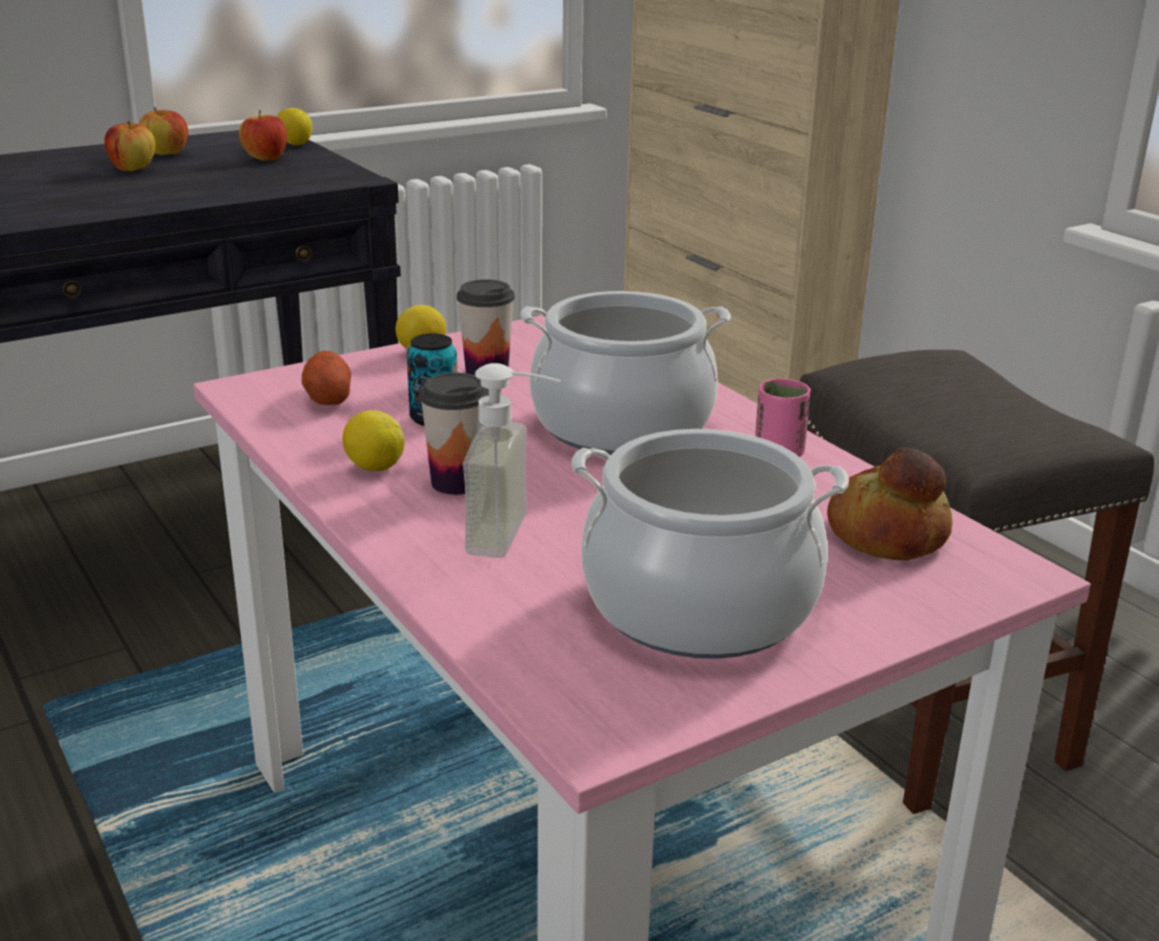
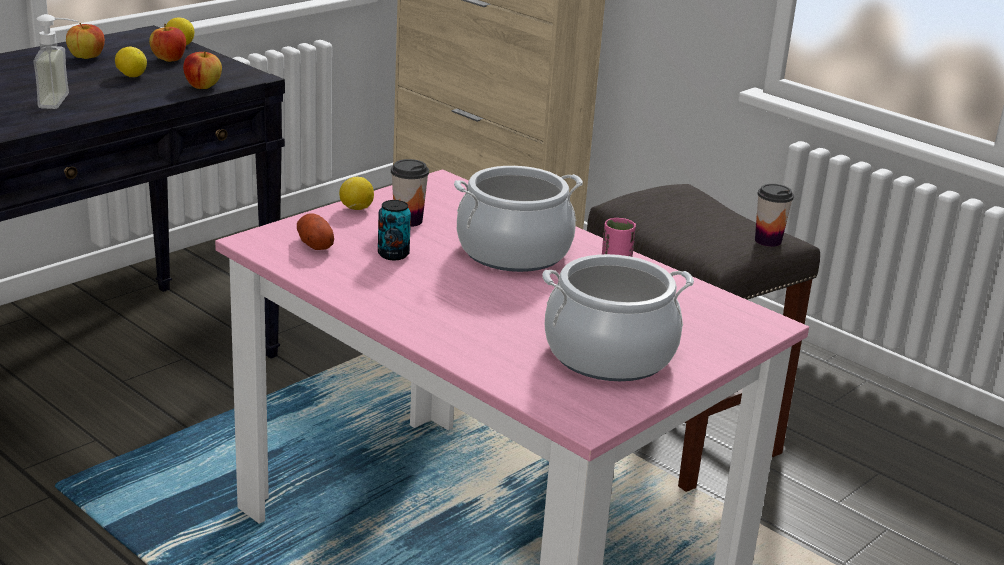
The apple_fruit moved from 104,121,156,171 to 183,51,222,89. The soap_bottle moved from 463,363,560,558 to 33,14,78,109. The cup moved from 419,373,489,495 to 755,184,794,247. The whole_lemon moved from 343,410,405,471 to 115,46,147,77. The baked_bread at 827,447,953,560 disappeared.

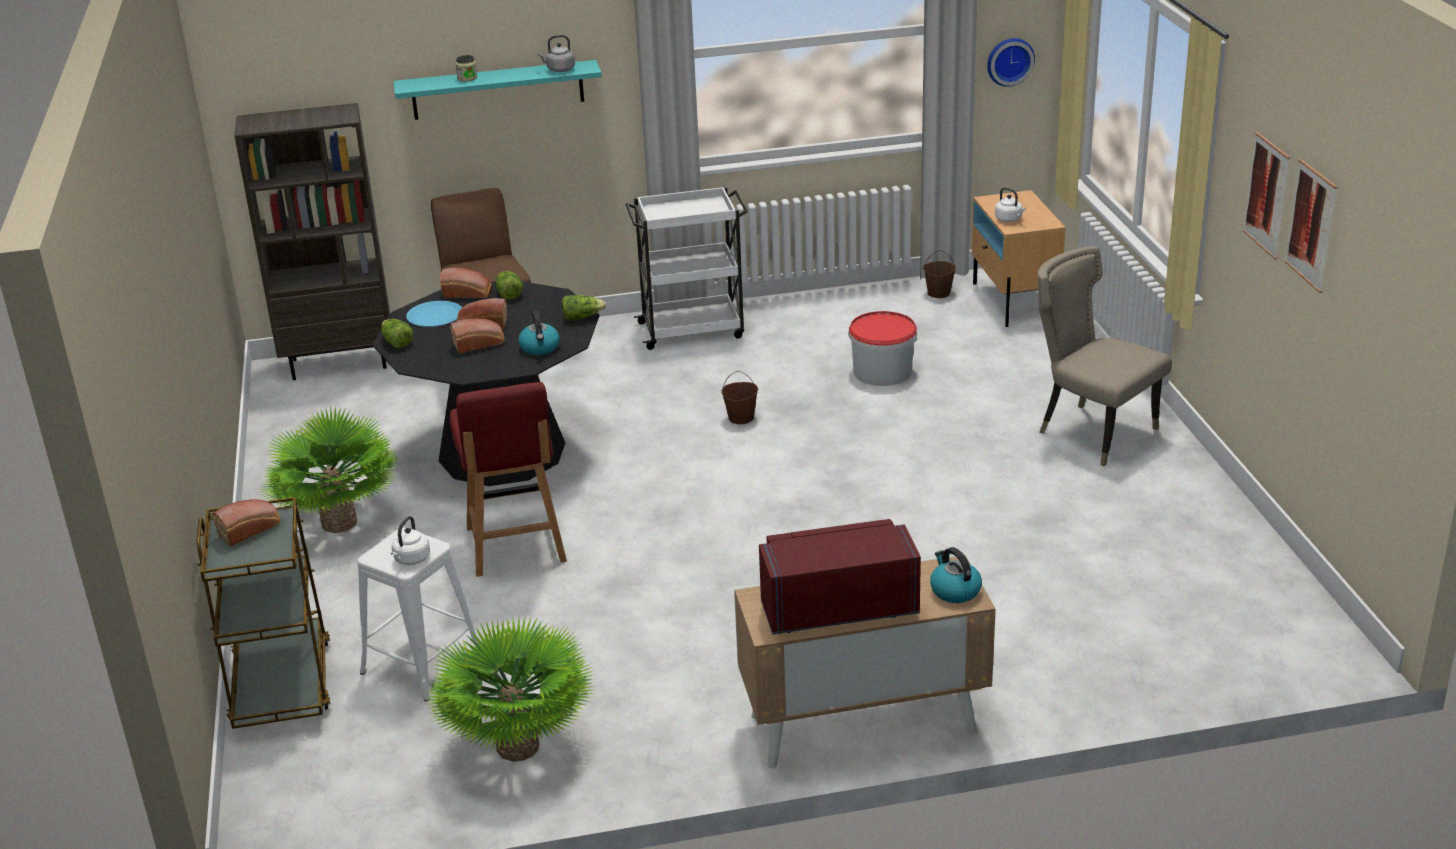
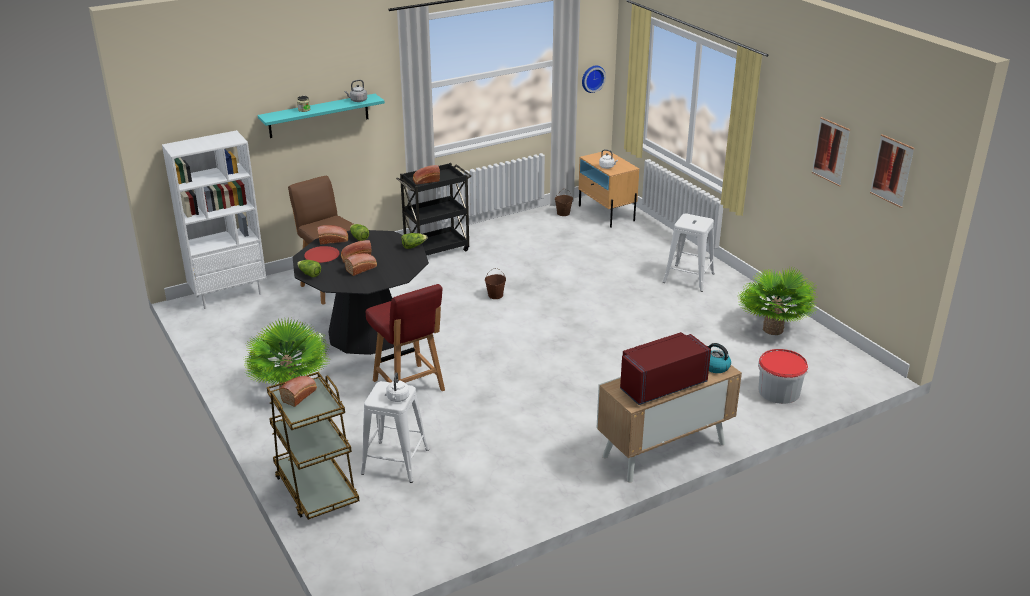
The brownish_bookcase at 234,103,390,380 became the white_bookcase at 162,130,266,309. The picture moved from 1243,132,1290,260 to 870,134,915,208. The white_wheeled_cart at 625,186,748,350 became the black-coloured_wheeled_cart at 396,163,471,256. The beige-coloured_chair at 1038,246,1172,466 was replaced by the white_sitting_stool at 663,214,715,292. The bluish_dinner_plate at 406,301,462,327 became the red_dinner_plate at 304,246,340,263. The water_kettle at 518,311,560,355 disappeared. The pail moved from 848,311,918,386 to 758,349,808,404. The houseplant moved from 424,616,597,762 to 739,266,817,335. The baked_bread at 413,165,440,184 appeared.

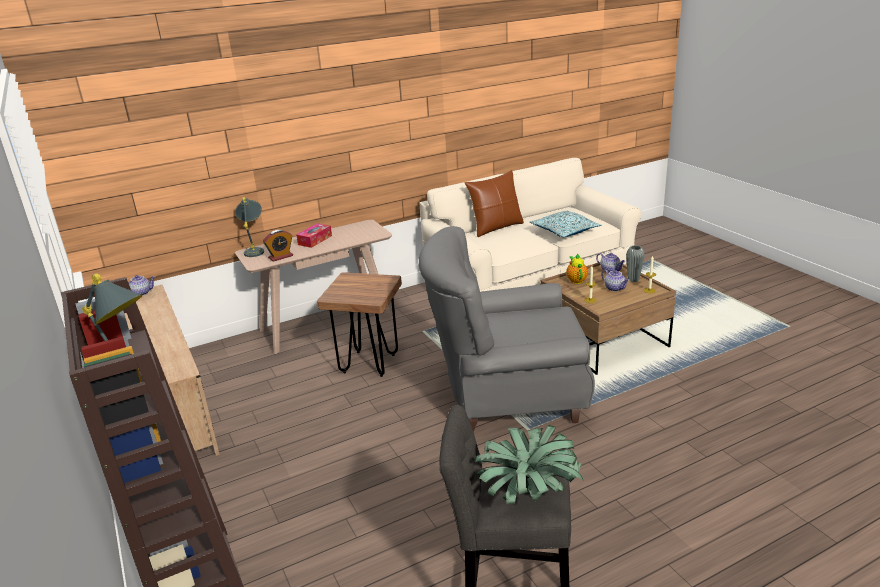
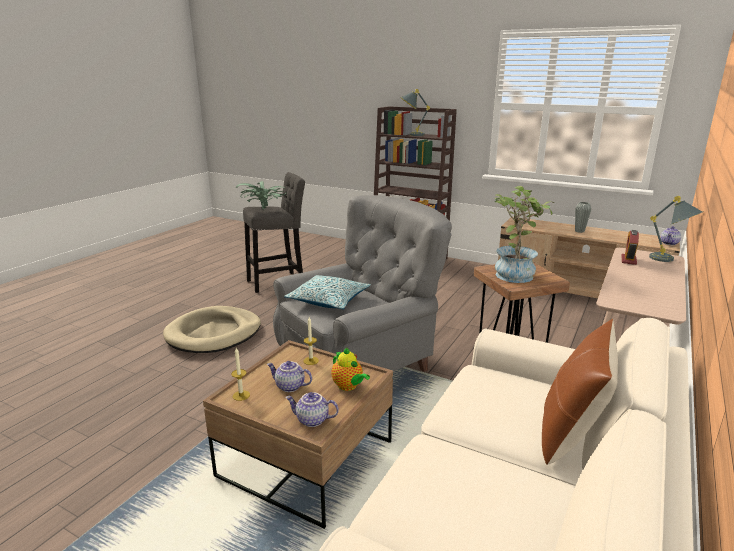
The throw_pillow moved from 530,211,602,237 to 284,275,371,310. The tissue_box at 296,223,332,248 disappeared. The grey_flower_vase moved from 626,246,645,282 to 575,202,591,233. The houseplant at 495,186,554,283 appeared. The beige-coloured_dog_bed at 163,306,261,353 appeared.

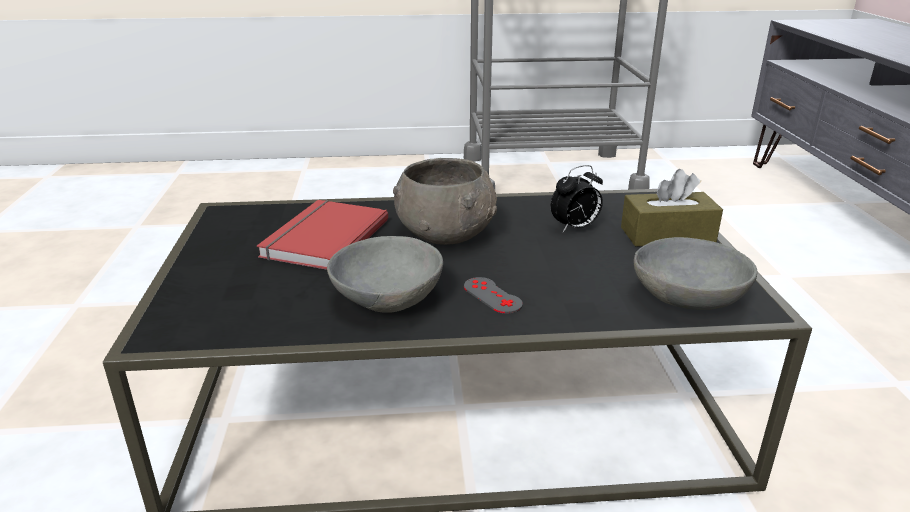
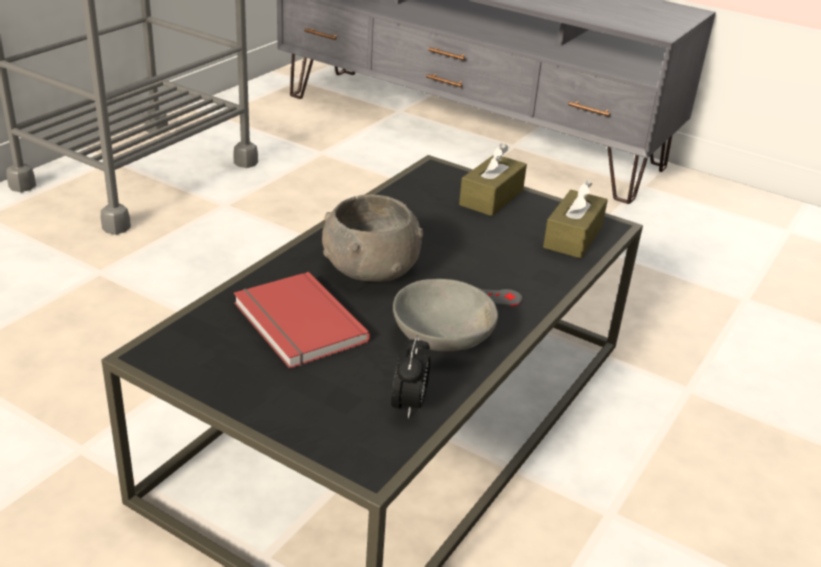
The bedside_clock moved from 551,165,603,232 to 391,334,430,419. The grey_serving_bowl at 634,237,757,310 was replaced by the brownish_tissue_box at 543,180,608,259.

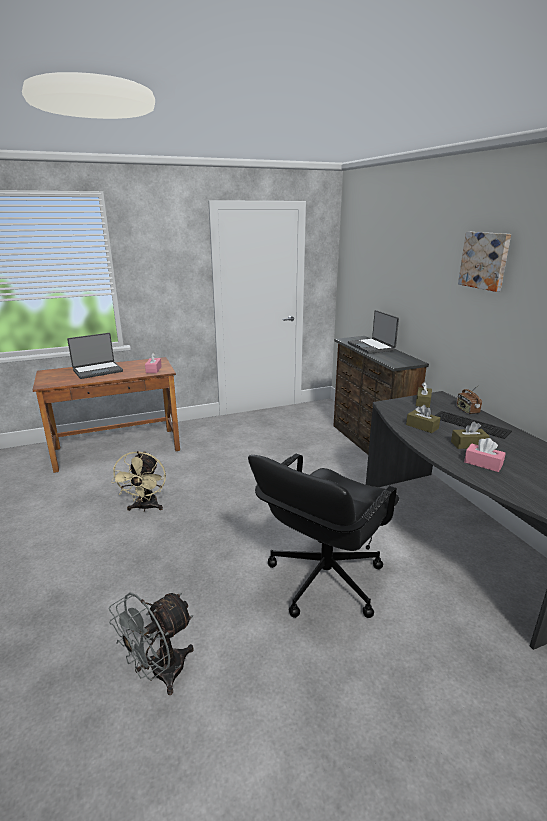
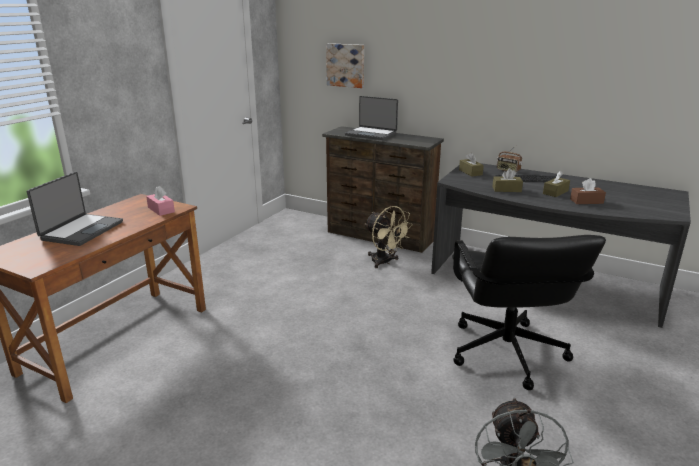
The picture moved from 458,232,511,292 to 326,43,364,88. The pink-coloured_tissue_box at 464,438,506,472 became the brownish_tissue_box at 570,178,606,204. The beige-coloured_fan moved from 111,451,166,512 to 365,206,413,268.

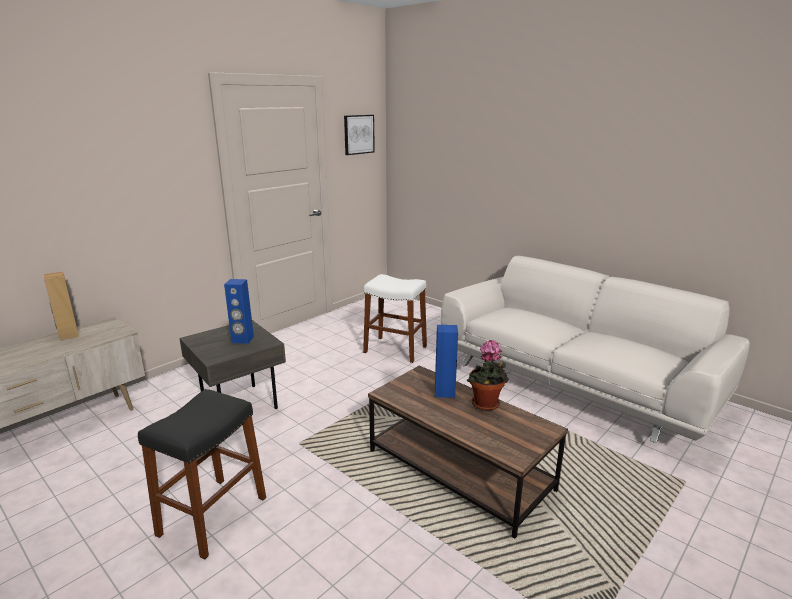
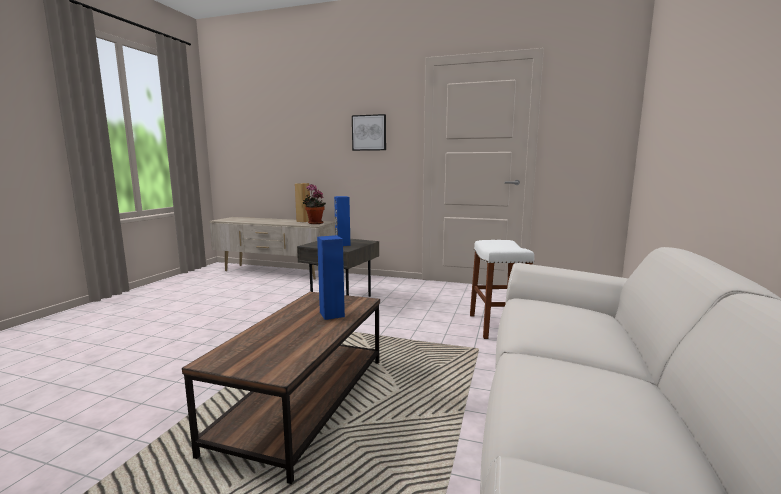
The picture moved from 344,115,375,155 to 352,114,386,151. The houseplant moved from 467,340,508,411 to 303,184,326,224. The black-coloured_sitting_stool at 138,389,266,559 disappeared.

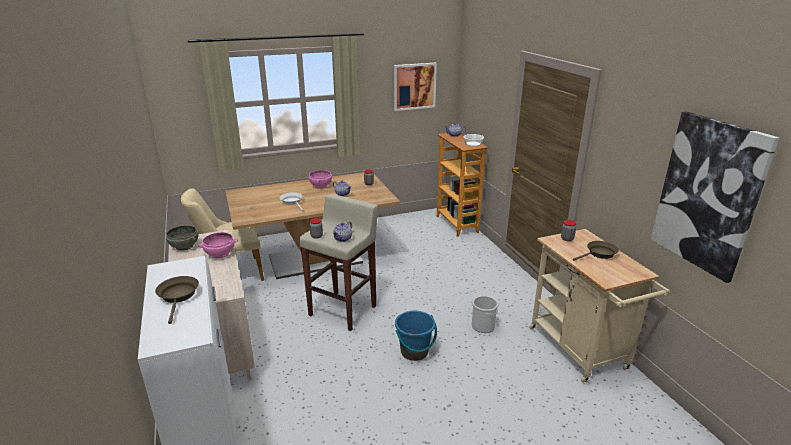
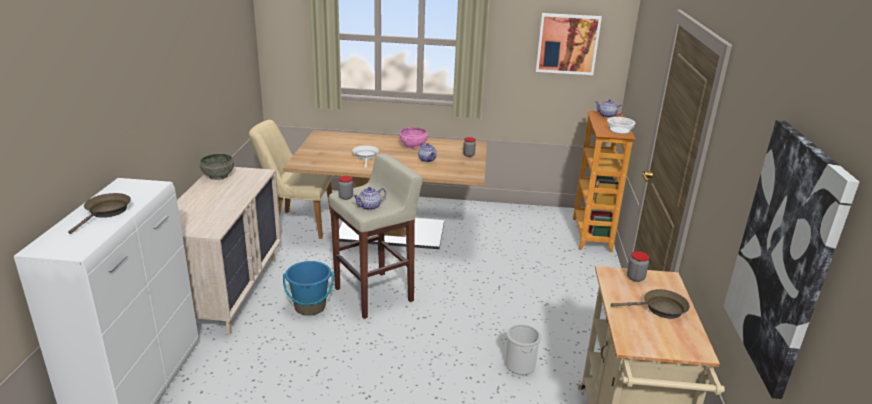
The pink-coloured_serving_bowl at 198,232,238,258 disappeared. The bluish_pail moved from 395,311,437,361 to 283,261,334,316.

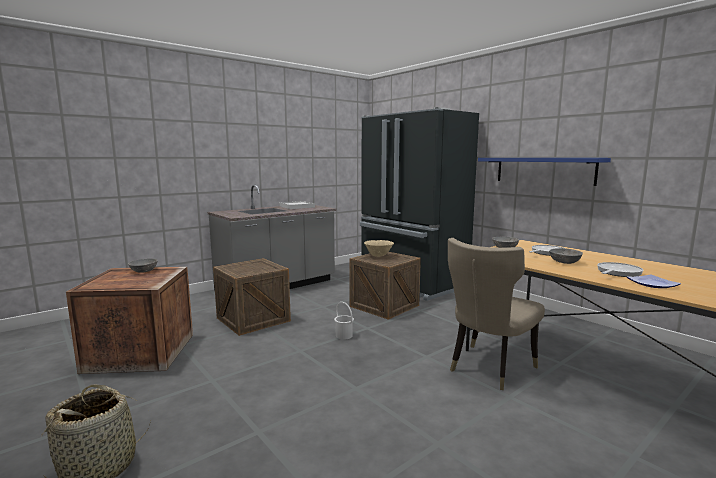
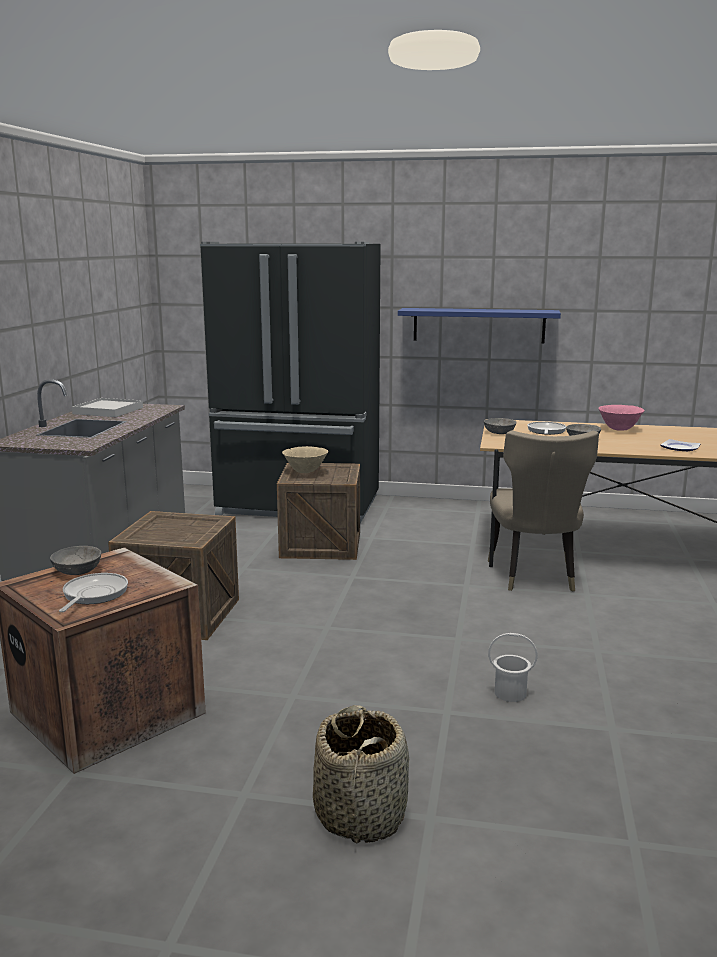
The skillet moved from 597,262,643,277 to 59,573,128,612. The white_pail moved from 334,302,354,340 to 488,633,538,702. The pink-coloured_serving_bowl at 598,405,645,431 appeared.

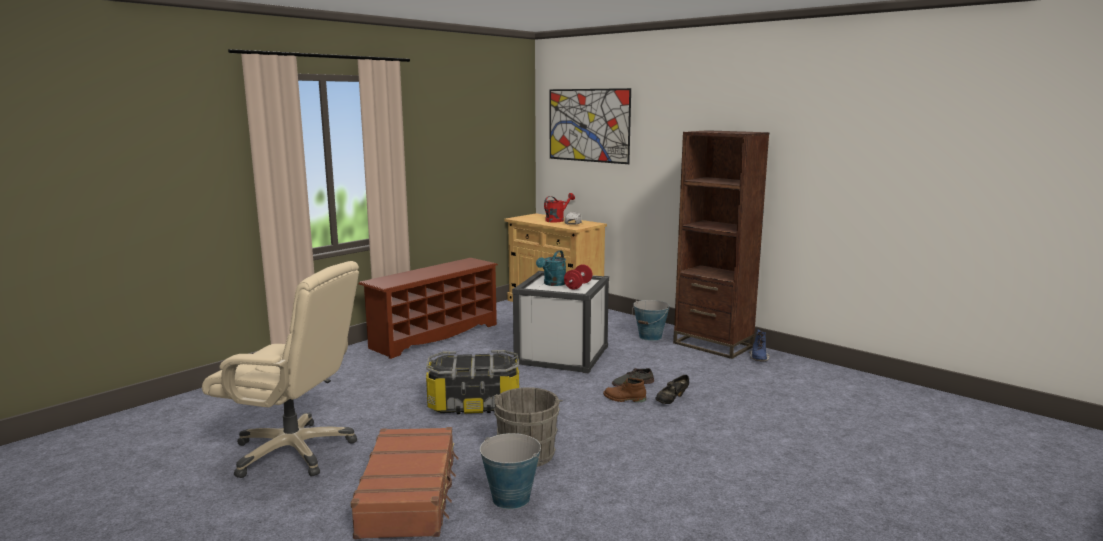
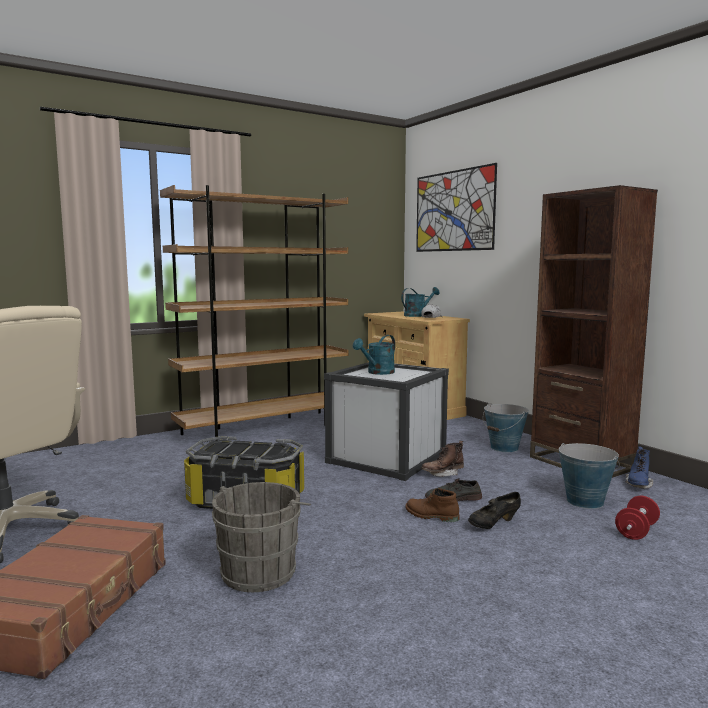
The red_watering_pot at 544,193,575,223 became the blue-green_watering_pot at 401,287,440,317. The brownish_shoe_rack at 358,258,498,359 was replaced by the brownish_bookcase at 160,185,348,441. The red_dumbbell moved from 564,264,592,290 to 615,496,660,540. The pail moved from 480,433,542,509 to 559,443,620,509. The brownish_boot at 421,441,464,477 appeared.

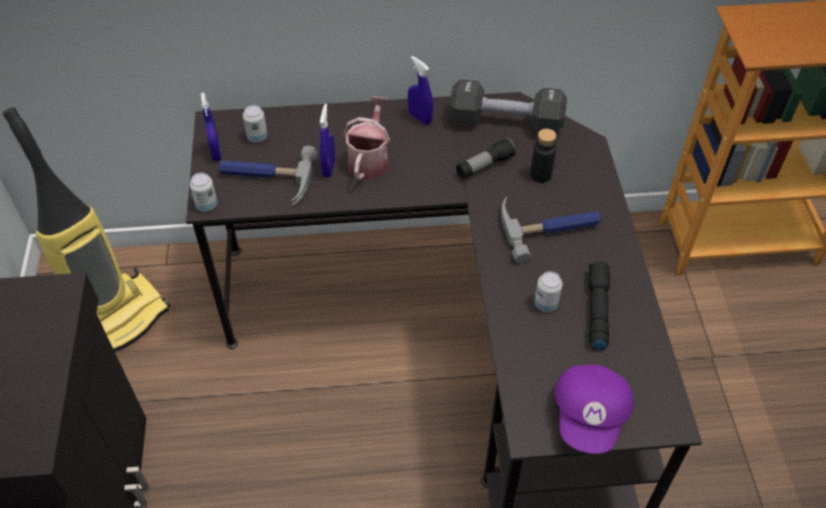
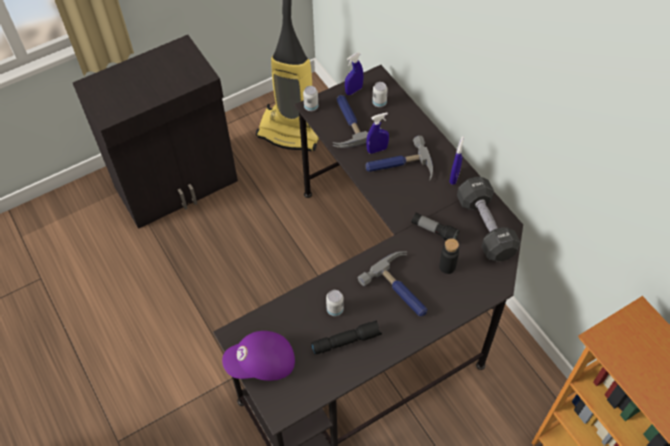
The watering_pot at 343,96,390,180 was replaced by the tool_hammer at 365,136,433,181.

